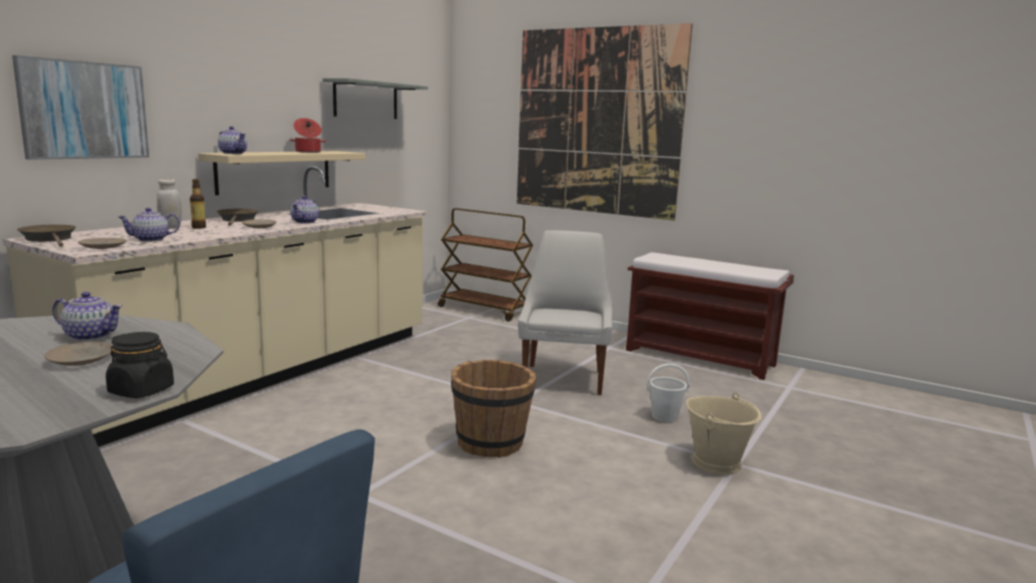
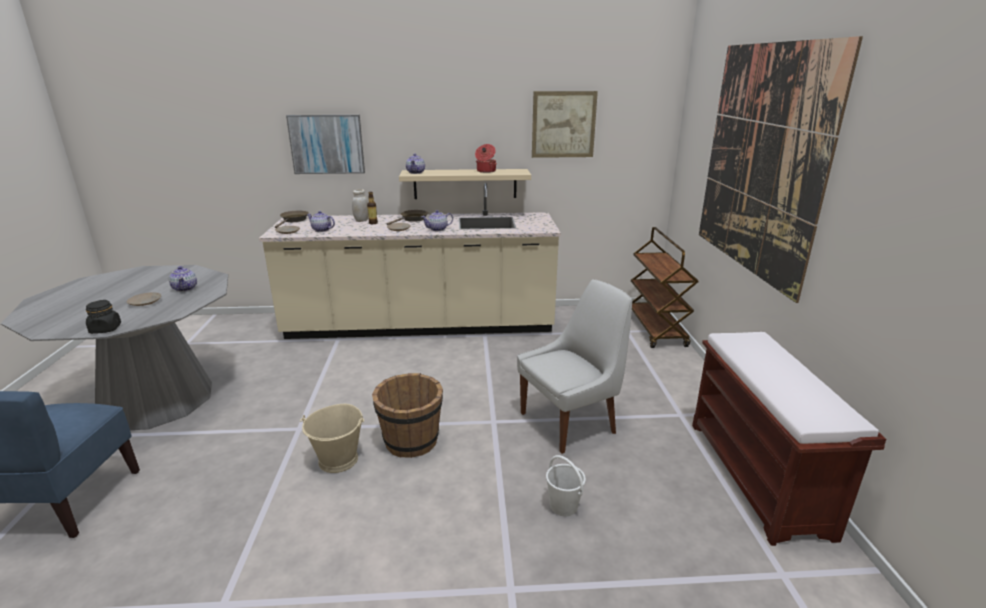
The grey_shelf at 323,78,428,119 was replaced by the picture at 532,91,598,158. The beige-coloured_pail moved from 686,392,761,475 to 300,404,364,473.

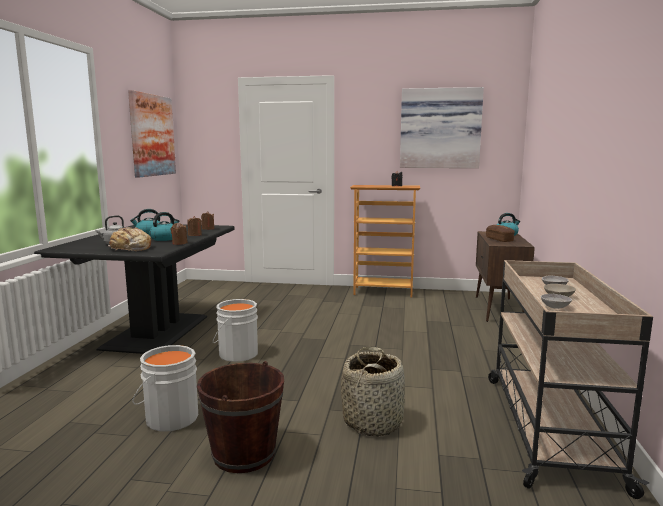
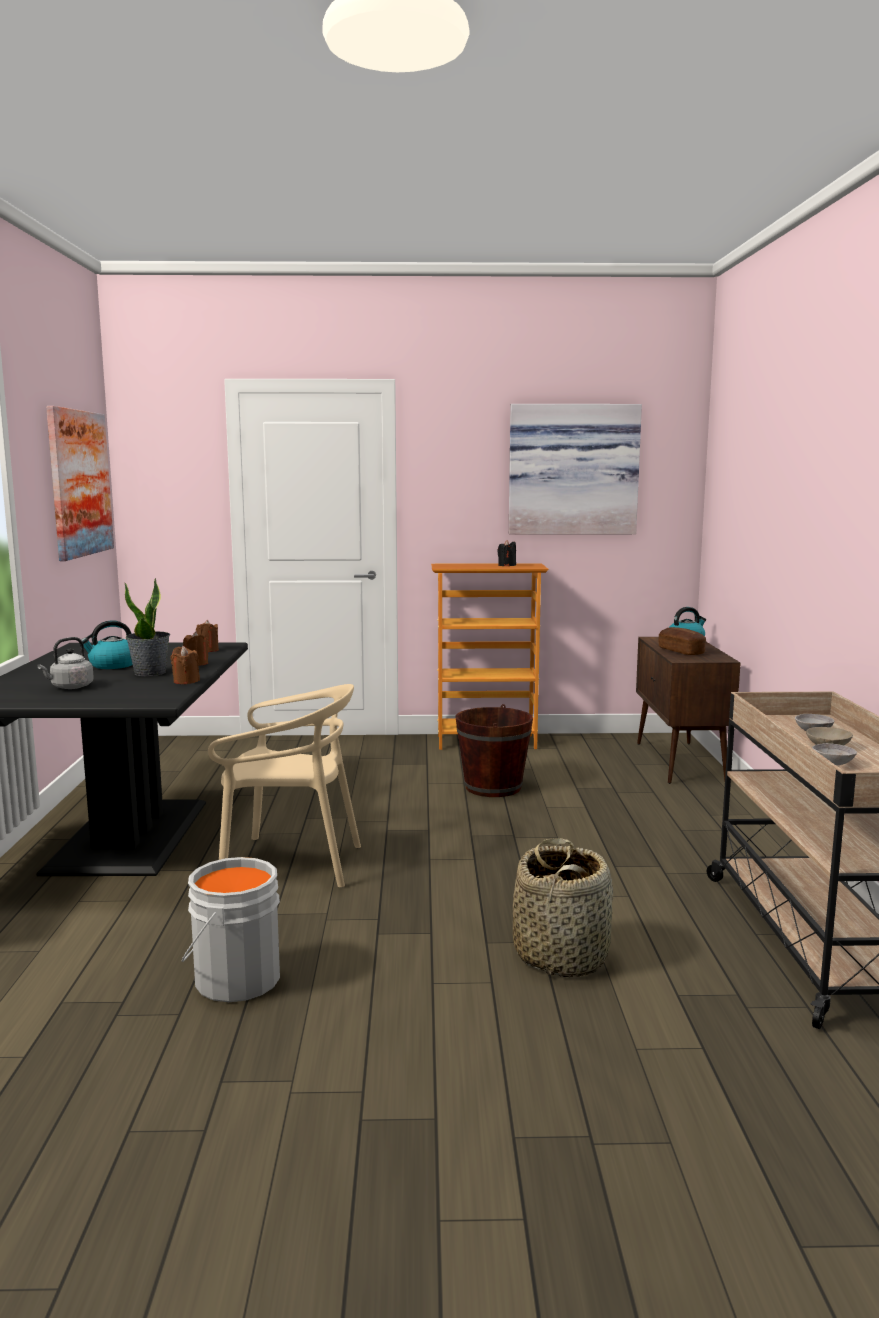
The water_kettle at 149,212,180,241 was replaced by the houseplant at 125,578,170,676. The baked_bread at 108,227,151,251 disappeared. The grey_pail at 213,299,258,362 was replaced by the beige-coloured_chair at 208,684,361,888. The brownish_pail moved from 197,361,284,473 to 456,704,533,797.

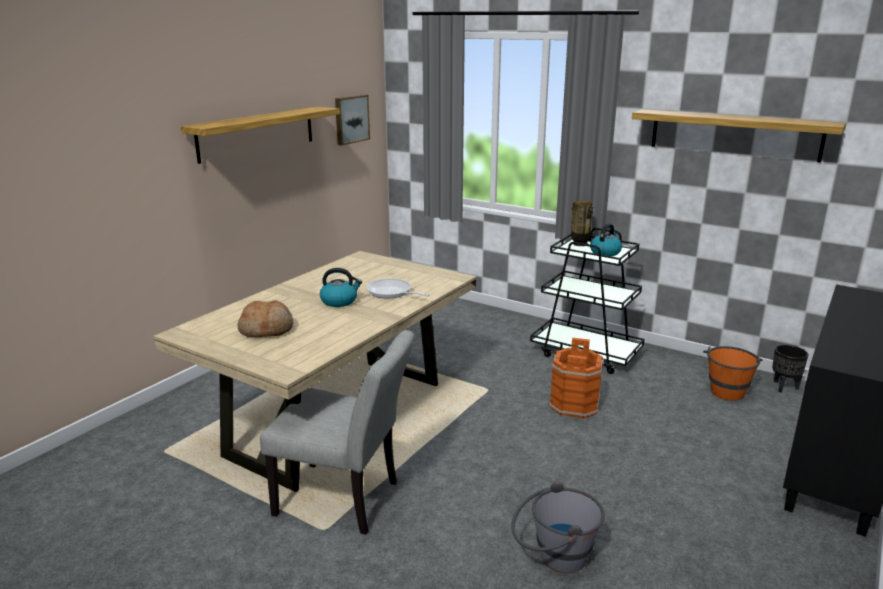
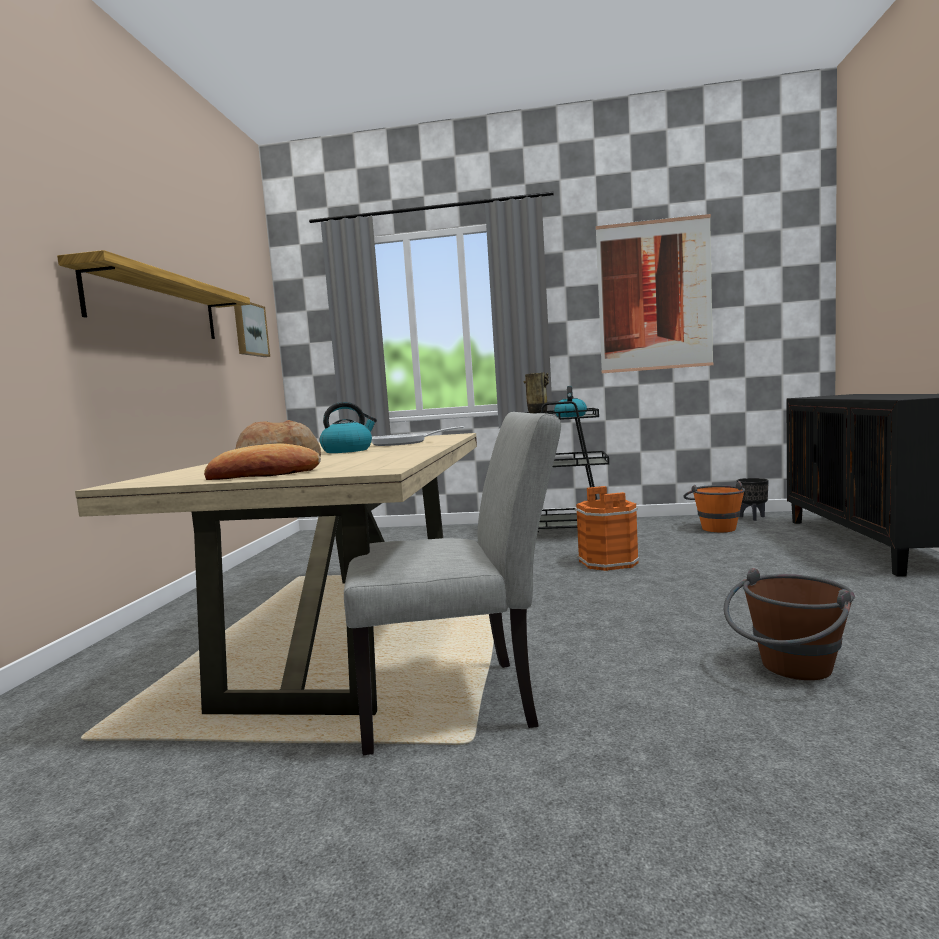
The shelf at 632,109,846,162 was replaced by the picture at 596,214,713,373. The grey_pail at 511,481,605,573 became the brownish_pail at 724,568,855,680. The baked_bread at 204,443,321,480 appeared.

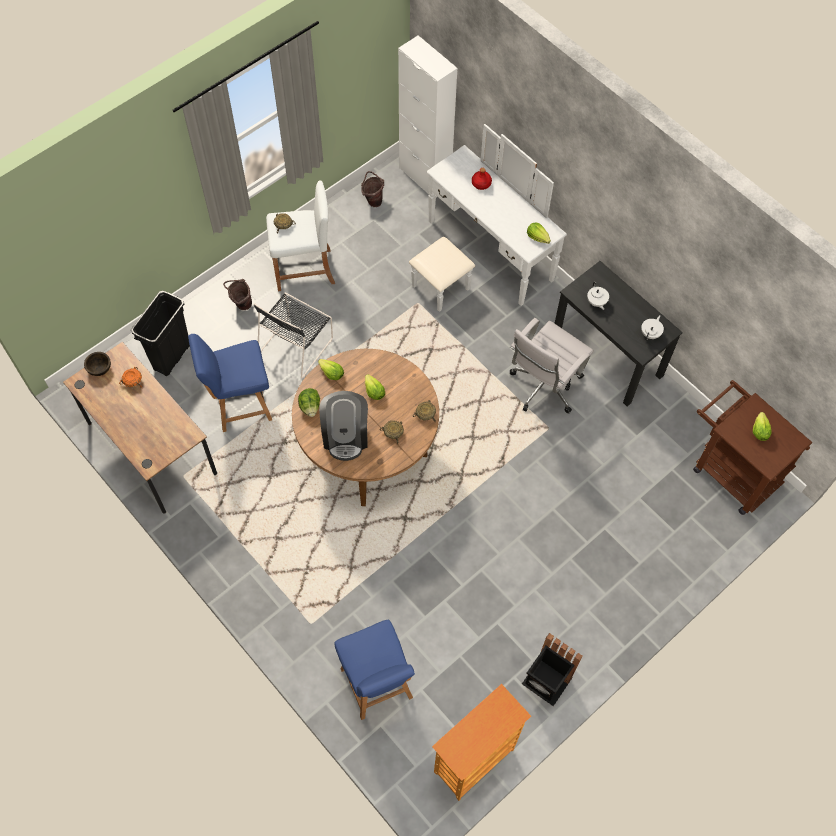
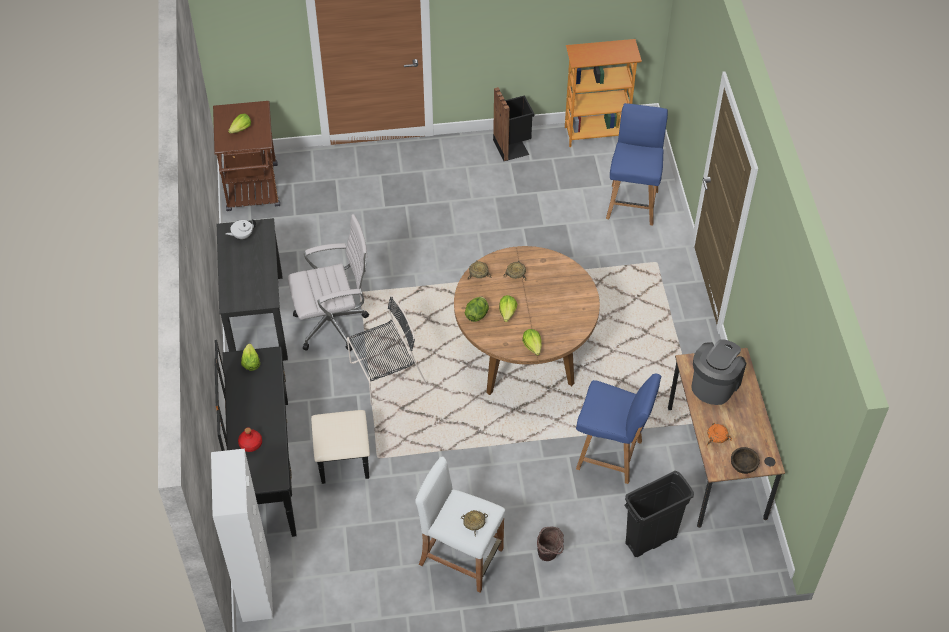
The white_chest_of_drawers at 409,124,567,312 became the black-coloured_chest_of_drawers at 214,340,370,537. The brownish_pail at 361,171,384,207 disappeared. The white_pot_for_tea at 587,281,609,310 disappeared. The black-coloured_chair moved from 254,292,333,379 to 347,295,427,406. The lettuce_head moved from 298,388,320,417 to 465,297,489,322. The coffee_machine moved from 319,391,368,461 to 691,339,746,405.

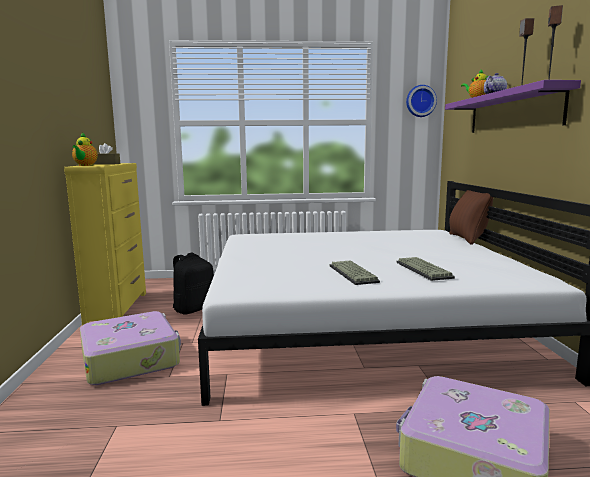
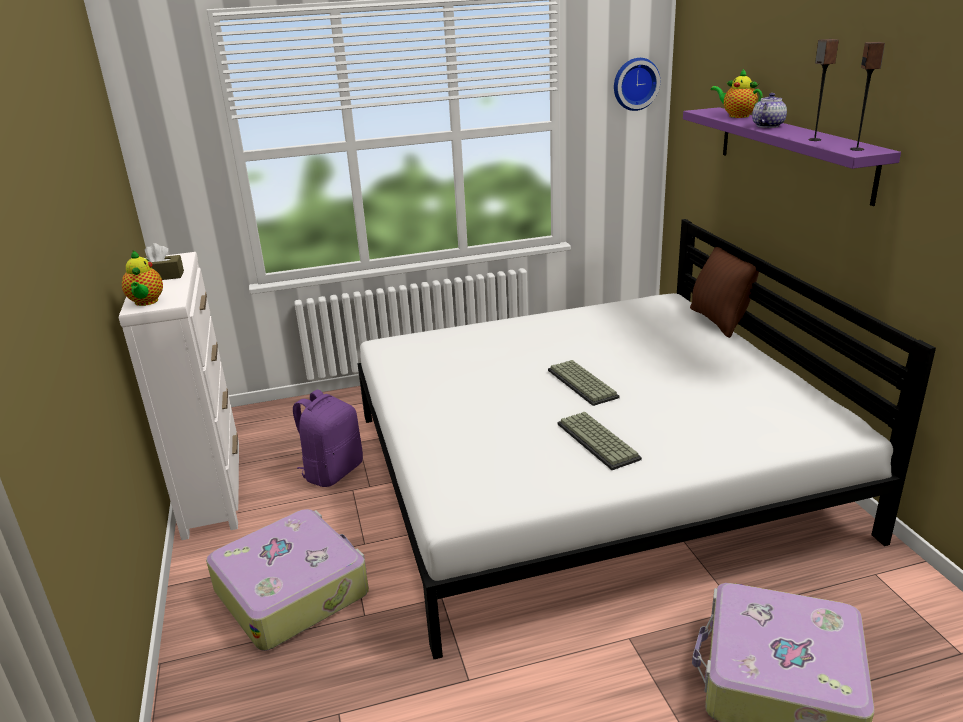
The yellowish_chest_of_drawers at 64,163,146,325 became the white_chest_of_drawers at 119,252,239,540. The black-coloured_rucksack at 173,253,214,315 became the purple_rucksack at 293,390,363,487. The computer_keyboard moved from 396,257,455,281 to 548,360,620,406.

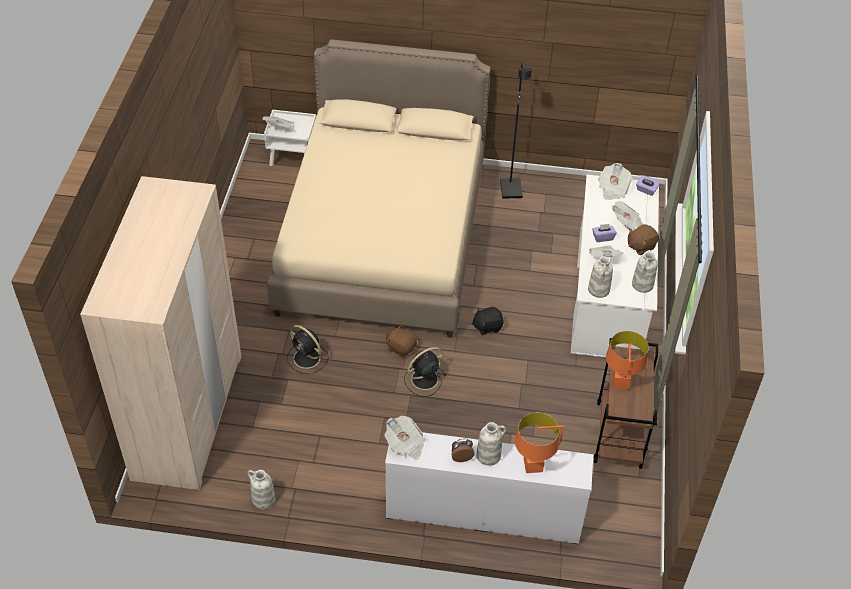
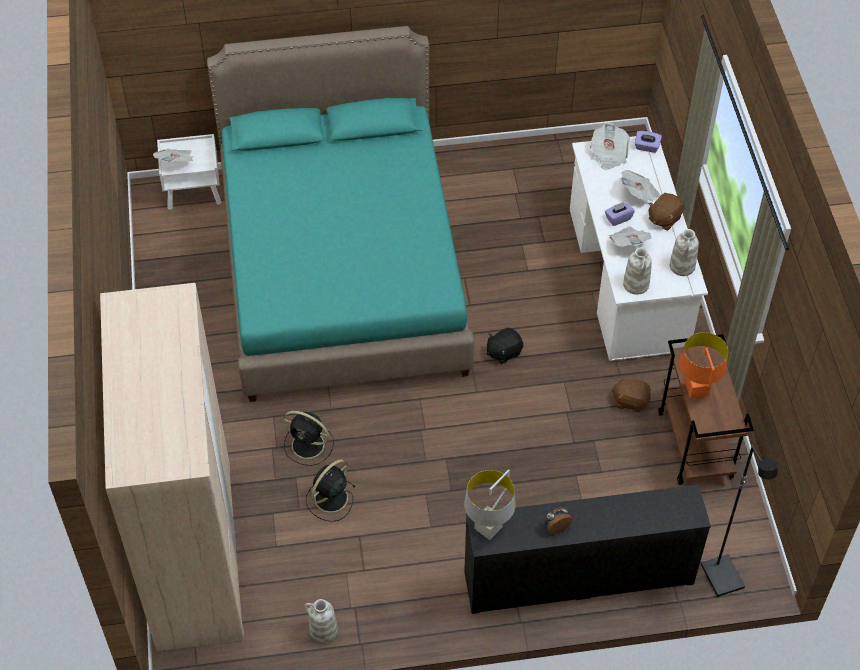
The beige-coloured_bedroom_bed at 267,39,490,338 became the blue-green_bedroom_bed at 207,26,474,402. The black-coloured_floor_lamp moved from 500,62,532,199 to 701,445,778,597. The brownish_plush_toy moved from 386,325,417,358 to 611,375,651,412. The black-coloured_fan moved from 404,347,447,397 to 306,460,355,522. The orangey_tabletop_lamp at 515,412,564,473 disappeared. The daily_paper at 384,416,426,460 was replaced by the grey_tabletop_lamp at 464,469,515,540. The white_flower_vase at 476,422,507,466 disappeared. The white_chest_of_drawers at 385,432,593,544 became the black-coloured_chest_of_drawers at 464,484,711,614.

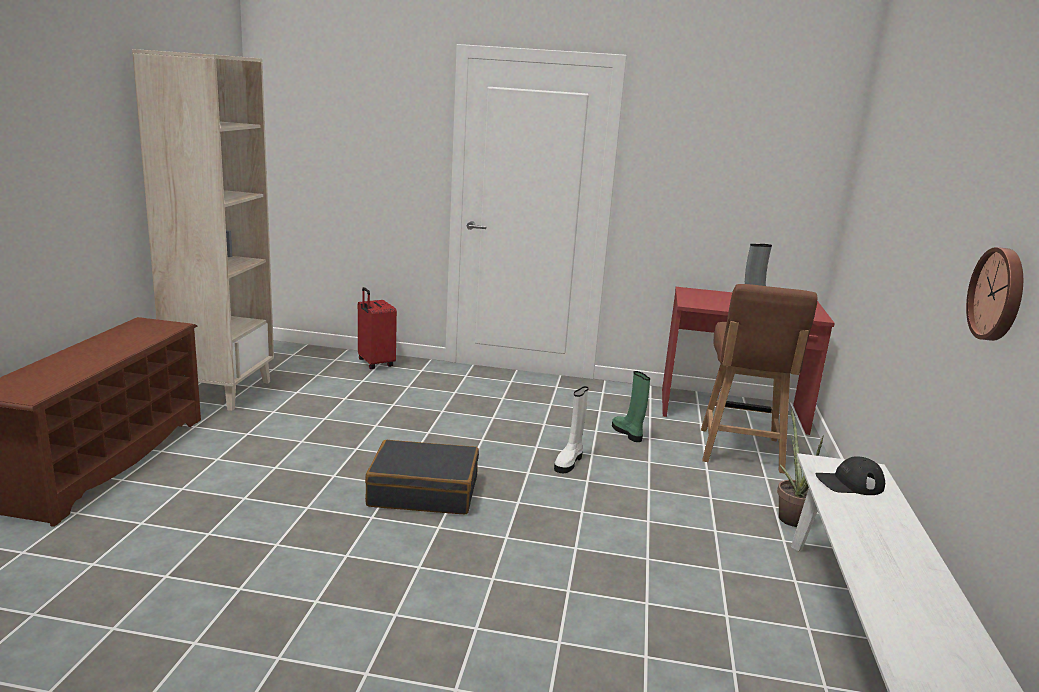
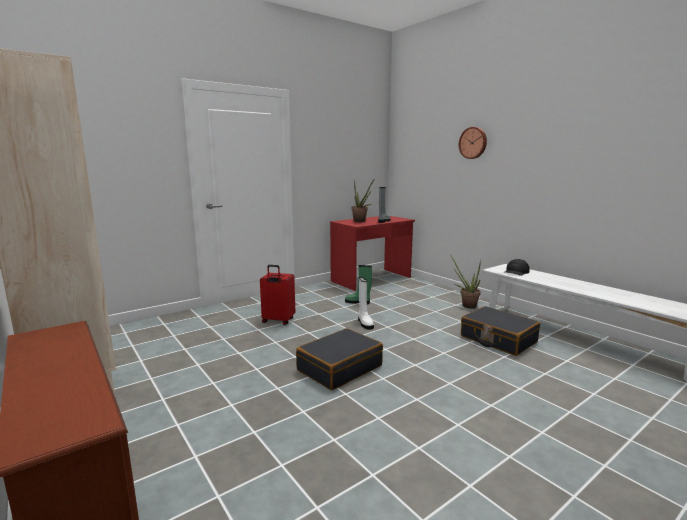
The hanging_clock moved from 966,247,1023,341 to 459,127,487,159. The brownish_chair at 701,284,818,473 disappeared. The red_suitcase moved from 358,287,397,369 to 260,265,295,325. The houseplant at 351,180,374,222 appeared. The black-coloured_suitcase at 461,306,540,356 appeared.

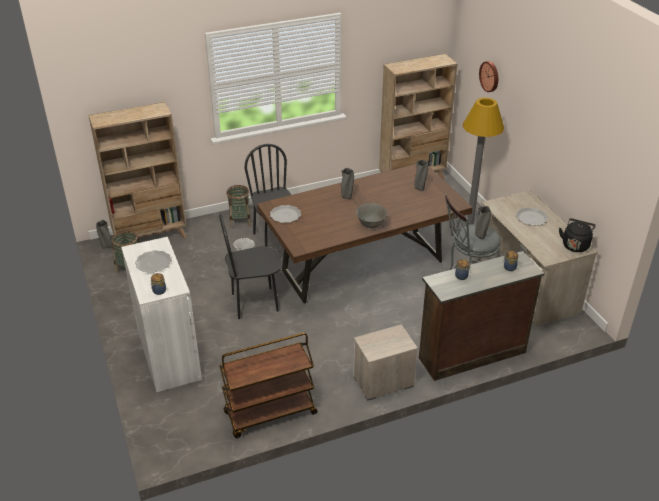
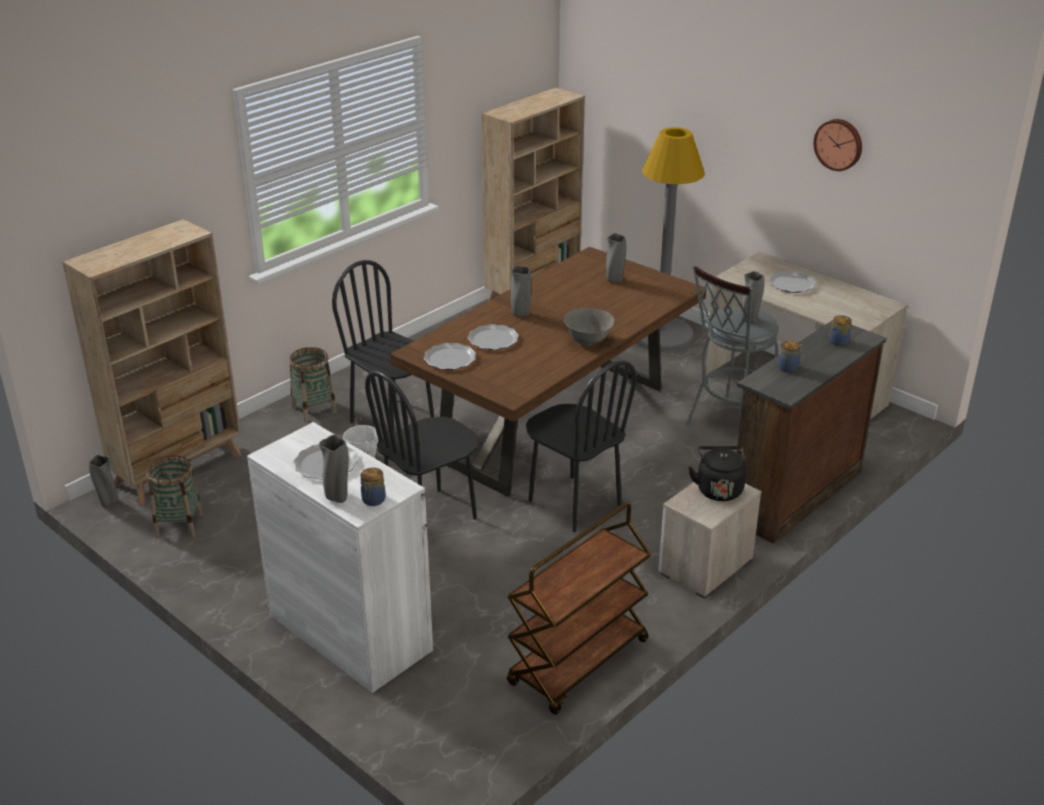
The hanging_clock moved from 479,61,498,92 to 814,119,862,171. The black-coloured_water_kettle moved from 559,218,596,252 to 688,446,746,501. The dinner_plate at 467,324,519,350 appeared. The black-coloured_chair at 526,360,637,532 appeared. The grey_flower_vase at 319,435,349,503 appeared.

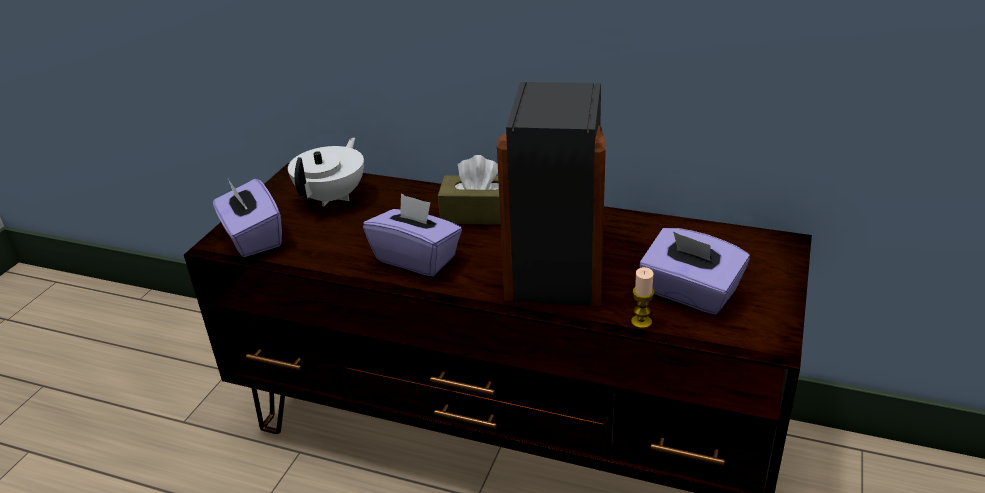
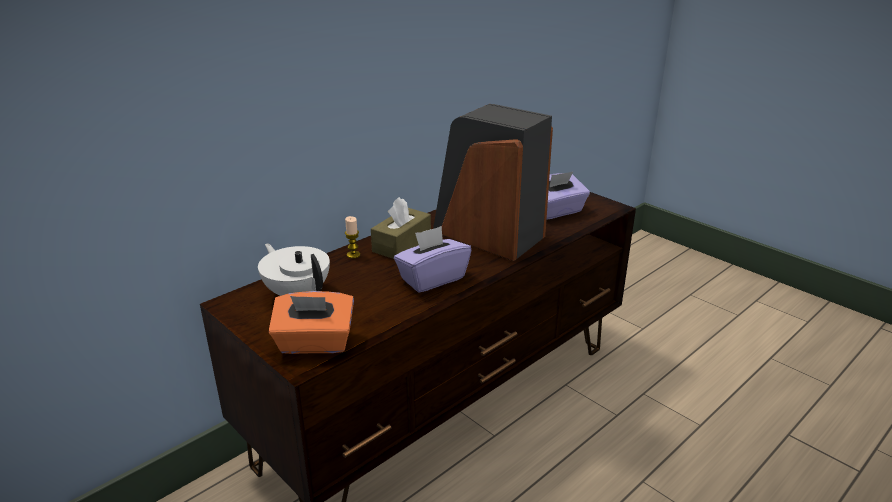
The purple_tissue_box at 213,179,282,257 became the orangey_tissue_box at 269,291,354,354. The wax_light moved from 631,267,654,329 to 345,216,360,258.

